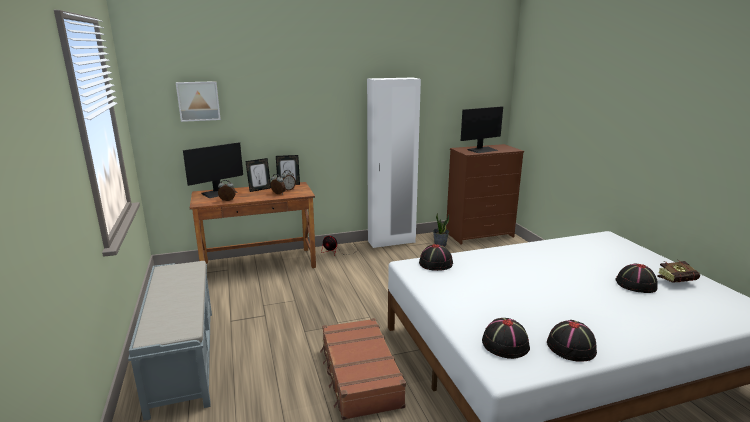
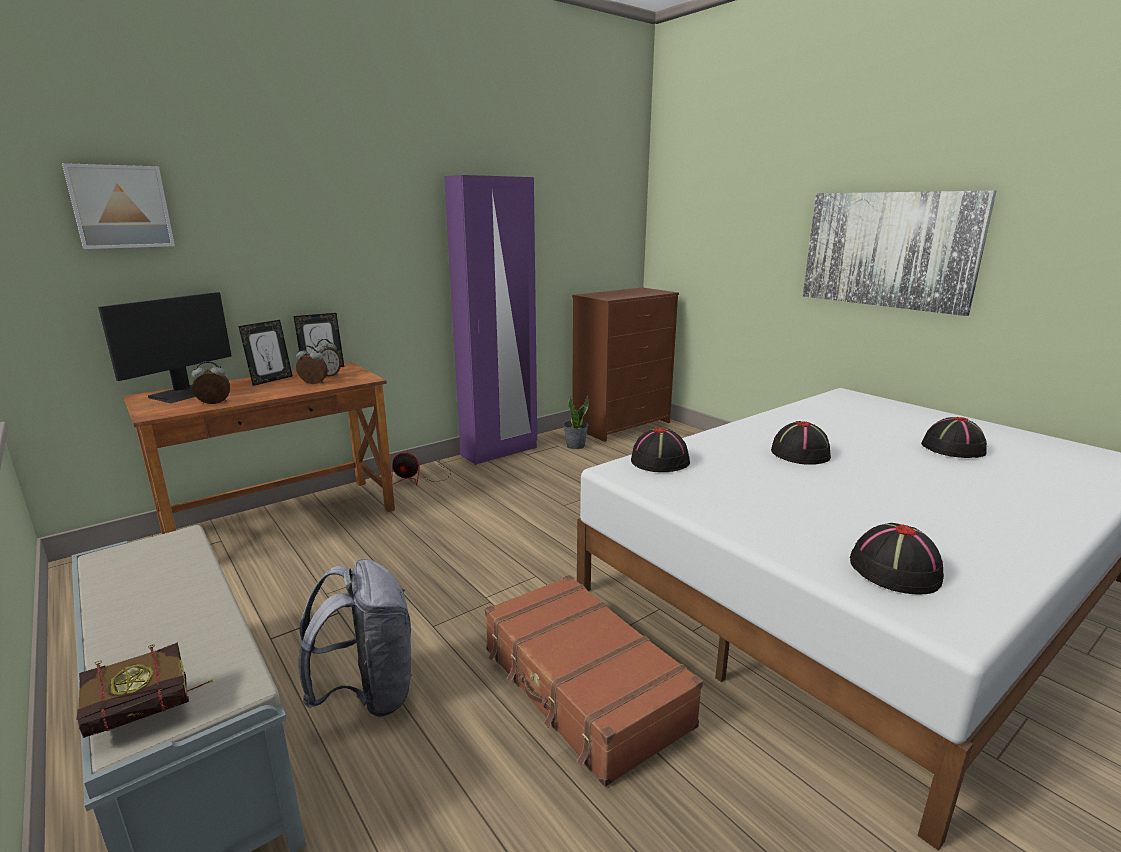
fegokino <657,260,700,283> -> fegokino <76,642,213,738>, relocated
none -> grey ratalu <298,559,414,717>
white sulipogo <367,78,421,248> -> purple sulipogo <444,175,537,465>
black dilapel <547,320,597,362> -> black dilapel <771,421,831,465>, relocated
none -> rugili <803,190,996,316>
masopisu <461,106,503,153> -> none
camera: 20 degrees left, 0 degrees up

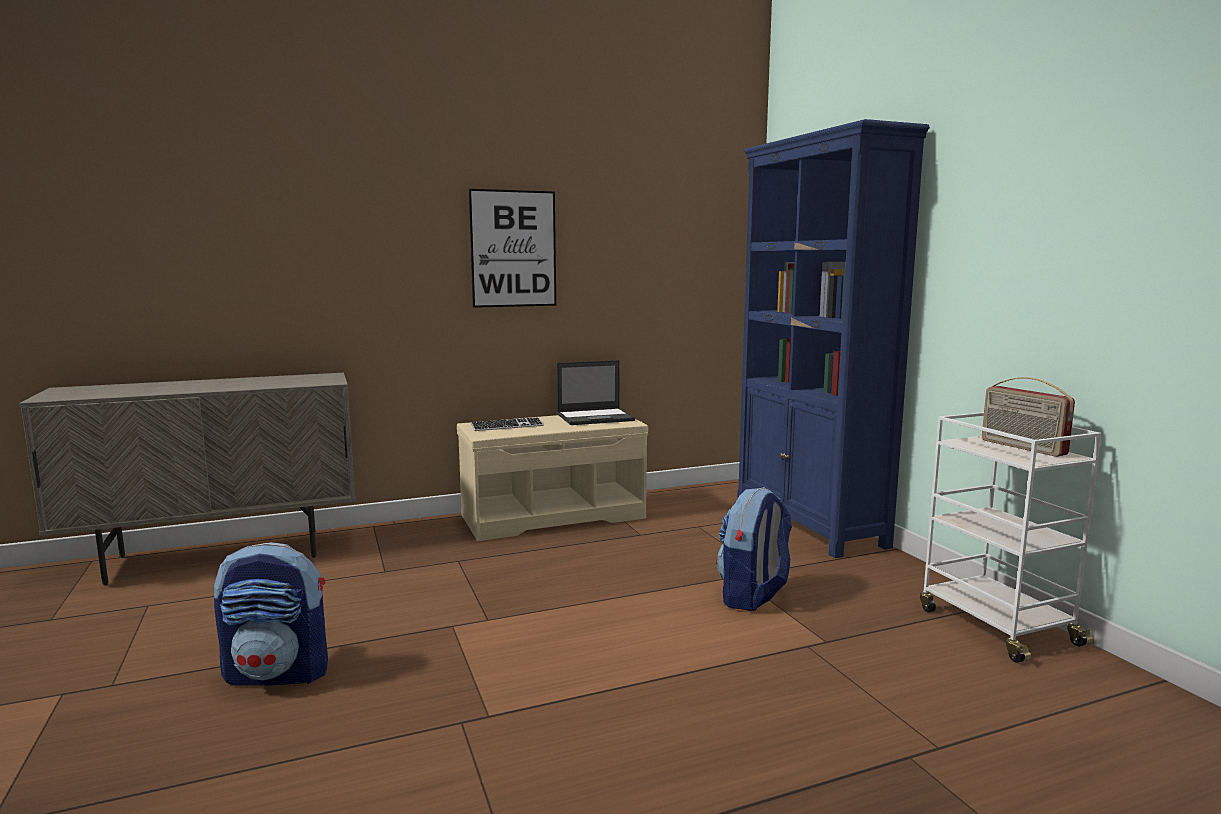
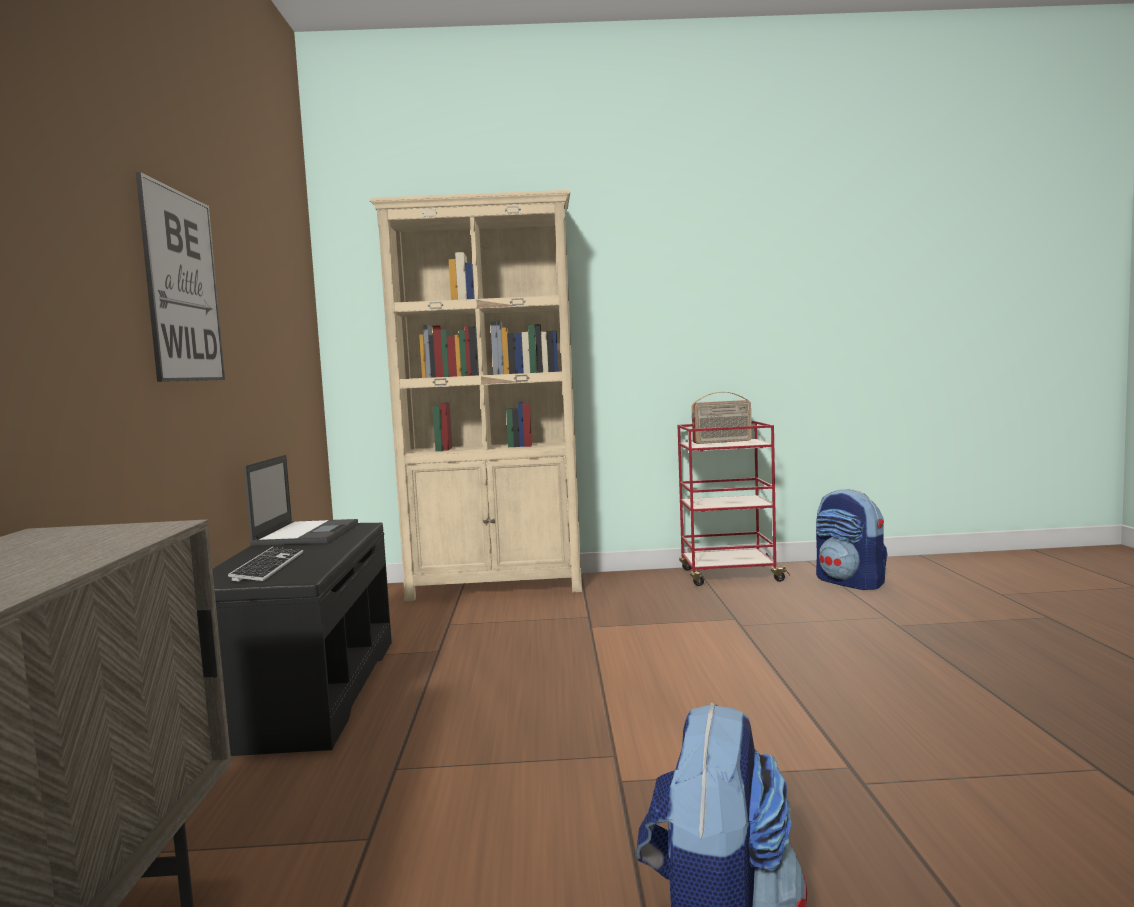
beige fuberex <457,415,648,541> -> black fuberex <212,523,392,756>
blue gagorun <737,119,930,558> -> beige gagorun <370,190,582,601>
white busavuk <920,412,1102,663> -> red busavuk <678,421,790,586>
ratalu <717,487,792,611> -> ratalu <816,489,888,590>, relocated
camera: 70 degrees left, 5 degrees down

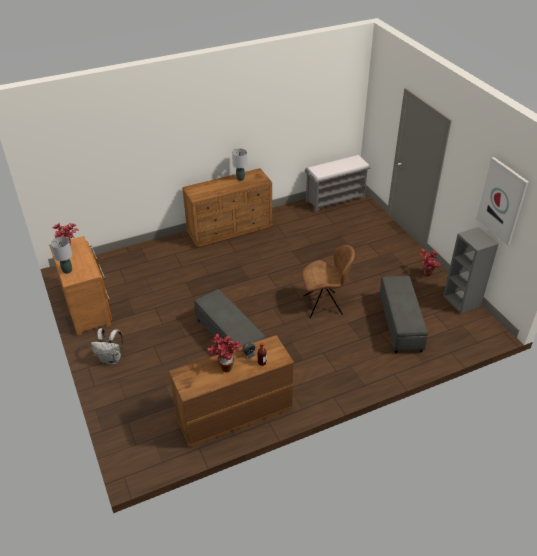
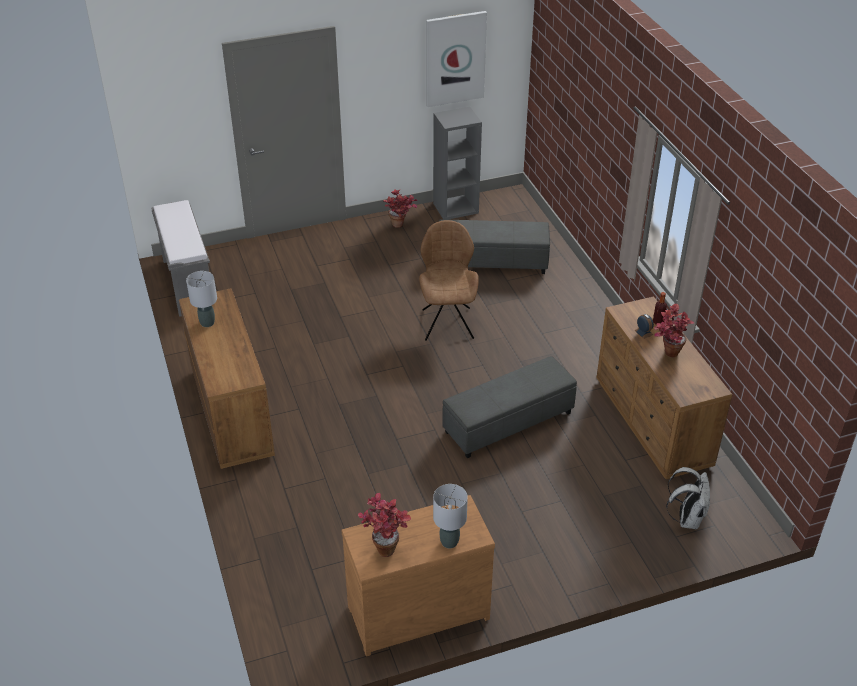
white ratalu <91,328,123,364> -> white ratalu <666,467,710,529>, relocated
camera: 85 degrees left, 0 degrees up

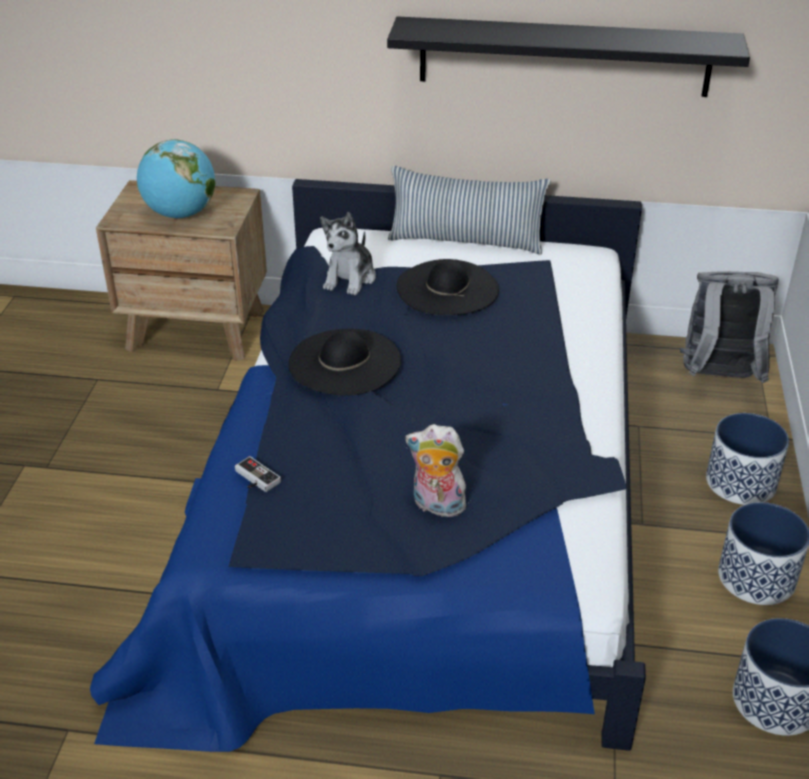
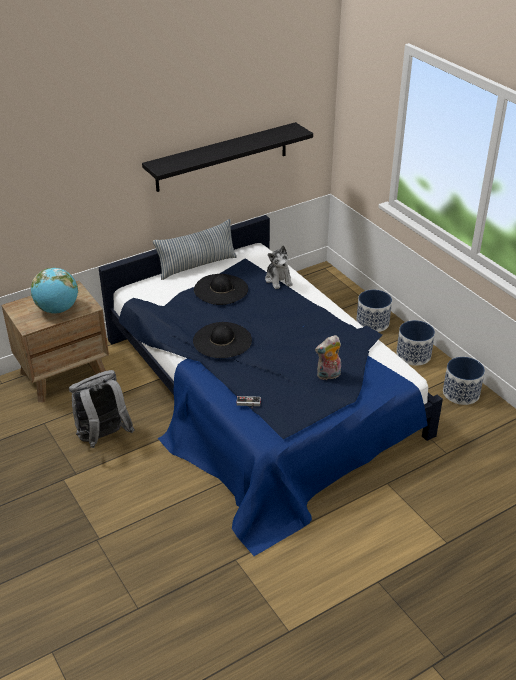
grey ratalu <680,271,779,383> -> grey ratalu <69,370,135,448>, relocated
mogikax <320,212,376,295> -> mogikax <265,246,293,289>, relocated
camera: 40 degrees left, 0 degrees up

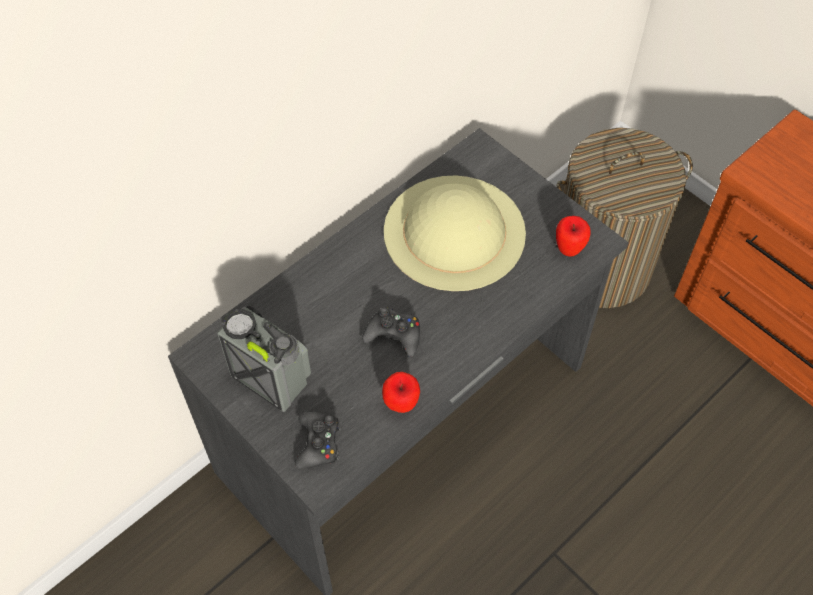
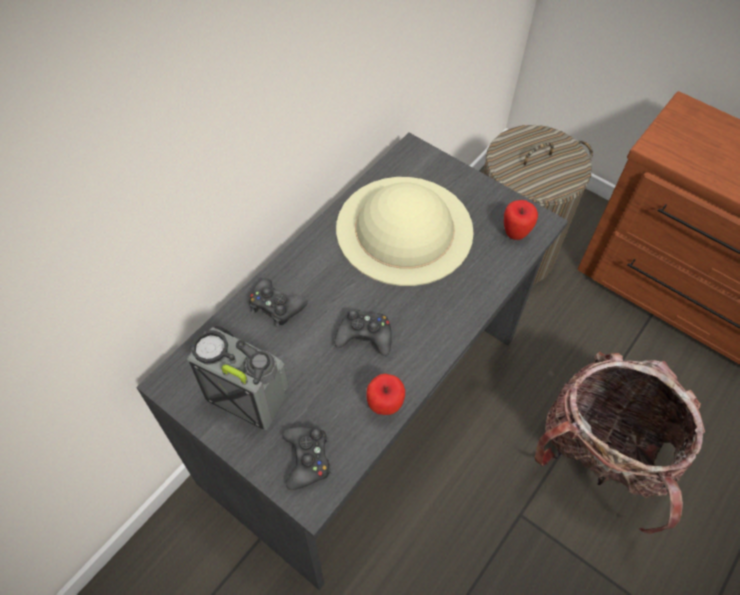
none -> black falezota <249,278,308,327>
none -> ratalu <535,351,705,534>
camera: 10 degrees left, 0 degrees up

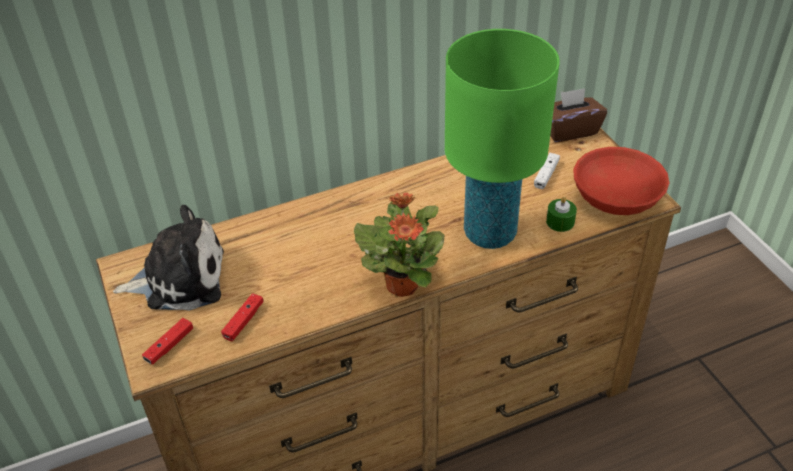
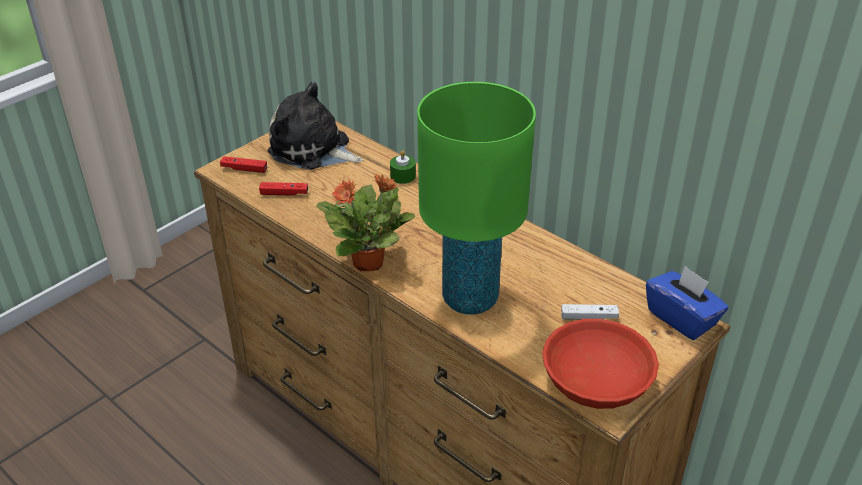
mogikax <113,205,224,311> -> mogikax <268,82,363,170>, 150 degrees clockwise
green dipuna <546,197,577,232> -> green dipuna <390,150,416,184>, relocated
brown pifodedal <550,88,607,142> -> blue pifodedal <646,266,728,340>
camera: 65 degrees right, 5 degrees down

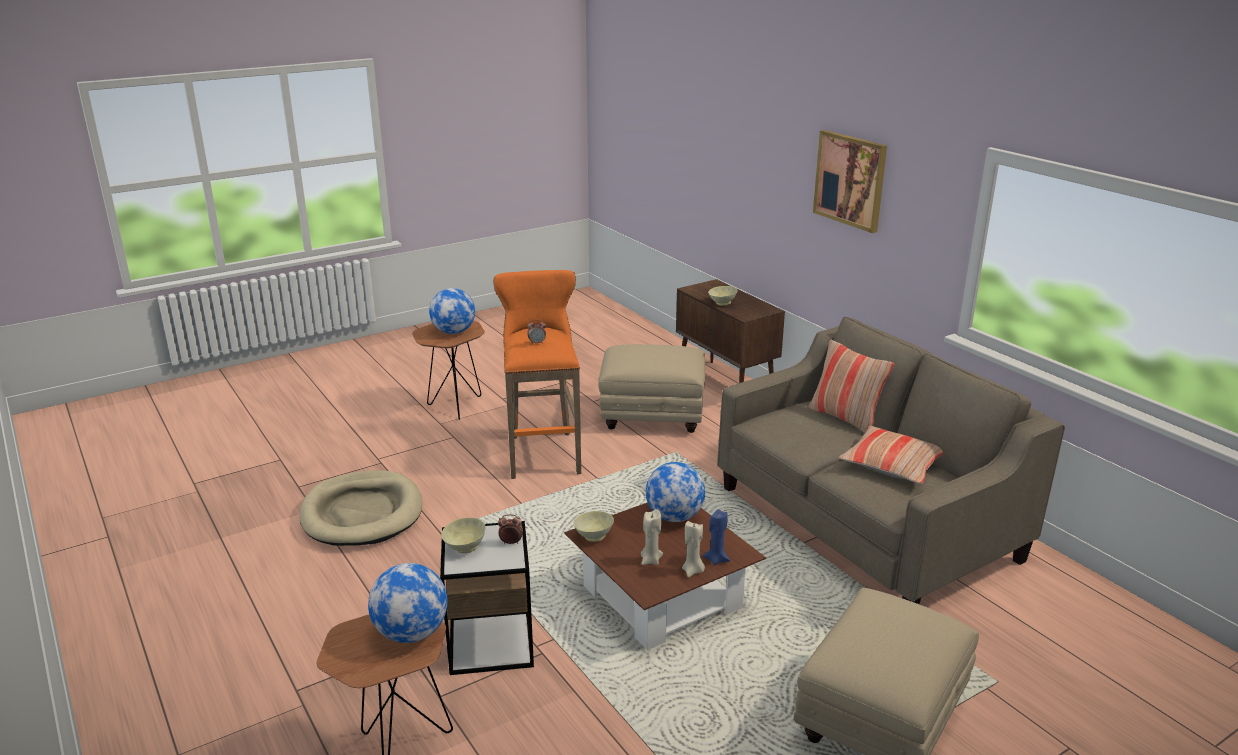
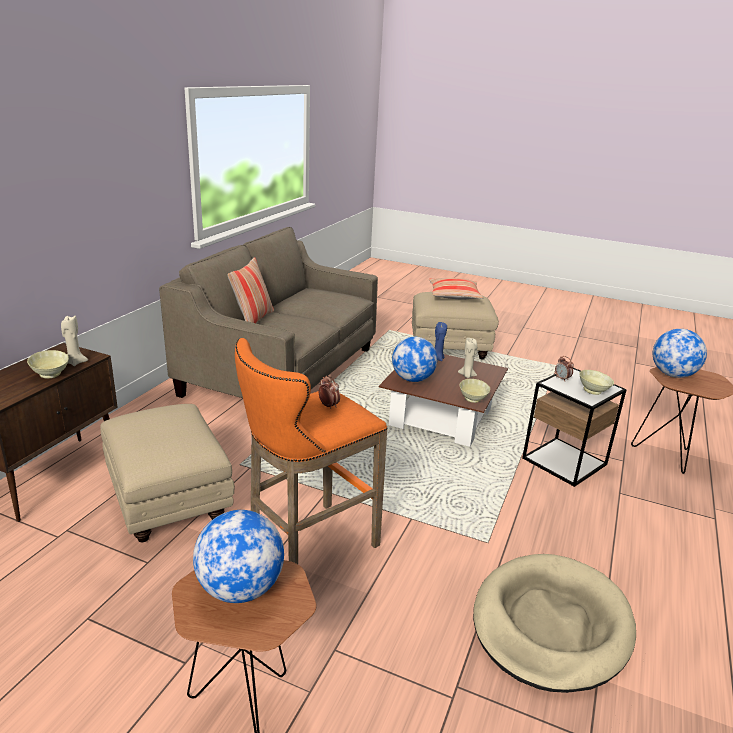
beige dipuna <682,521,705,578> -> beige dipuna <61,316,88,366>, relocated
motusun <838,426,943,484> -> motusun <429,278,483,299>, relocated
rugili <813,130,887,233> -> none
camera: 125 degrees left, 0 degrees up

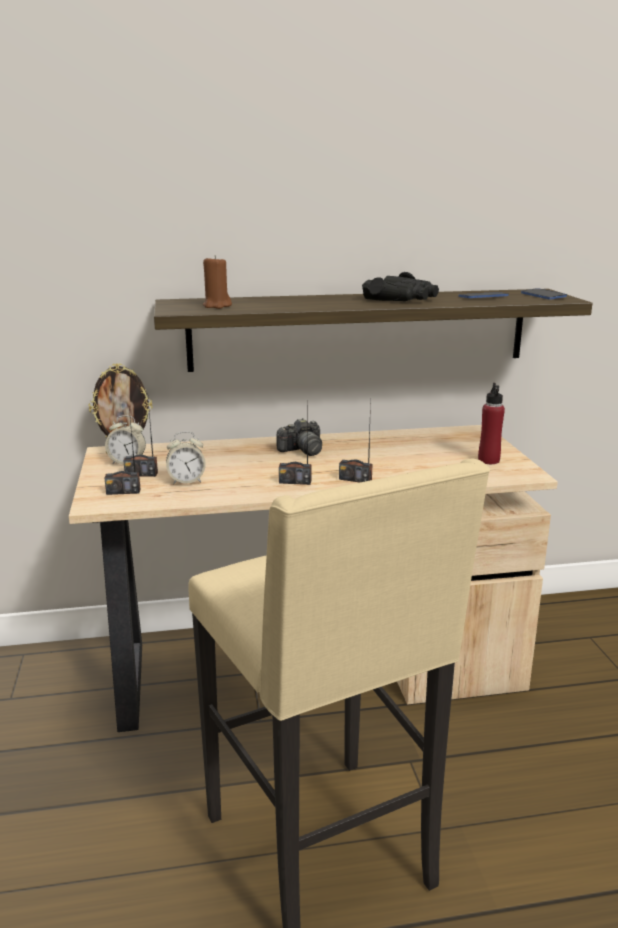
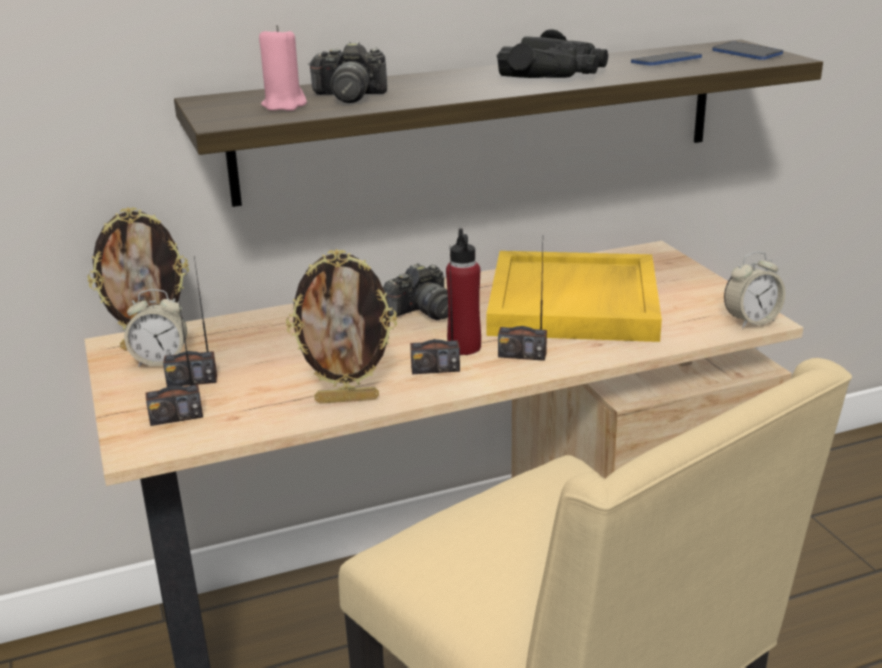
brown dipuna <203,255,232,309> -> pink dipuna <259,25,307,111>
none -> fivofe <286,249,397,404>
none -> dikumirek <308,41,387,103>
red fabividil <478,383,505,464> -> red fabividil <446,228,481,355>, relocated
none -> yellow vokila <486,251,662,342>
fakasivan <166,431,206,485> -> fakasivan <724,252,786,328>, relocated
camera: 10 degrees left, 5 degrees up

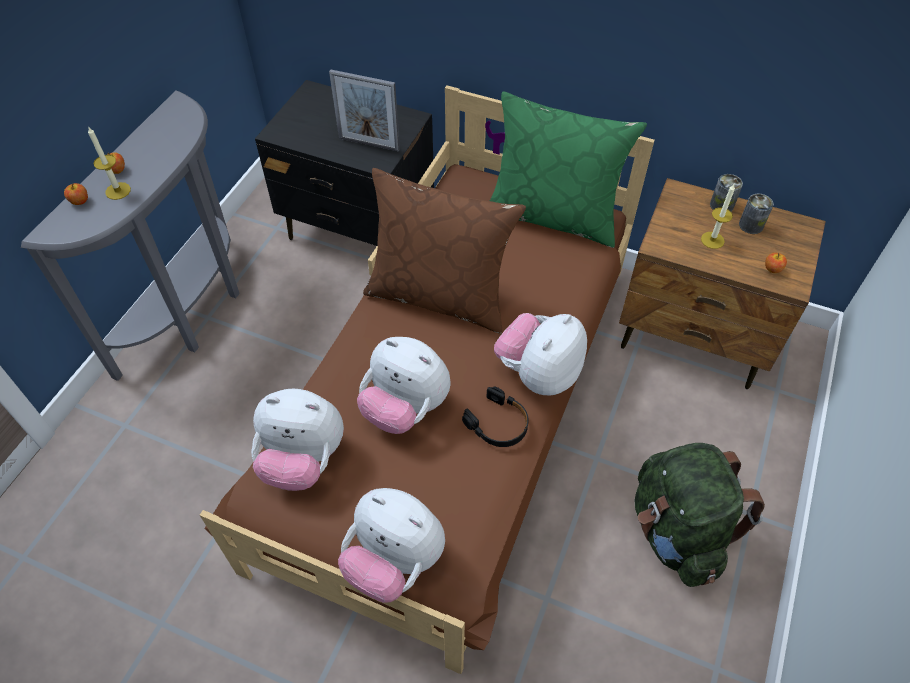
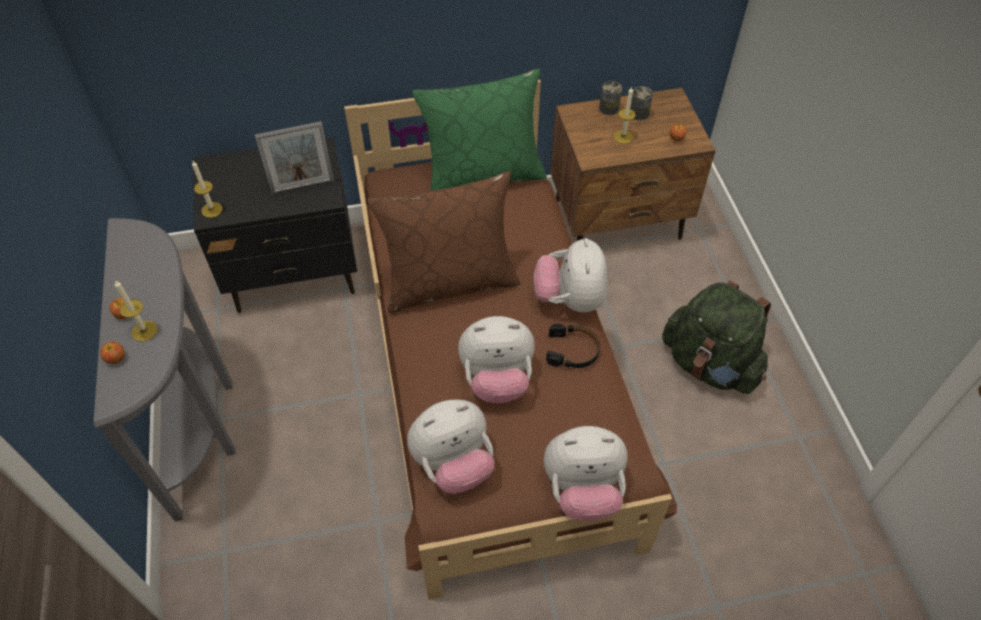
none -> dipuna <192,161,223,218>
camera: 35 degrees left, 0 degrees up

